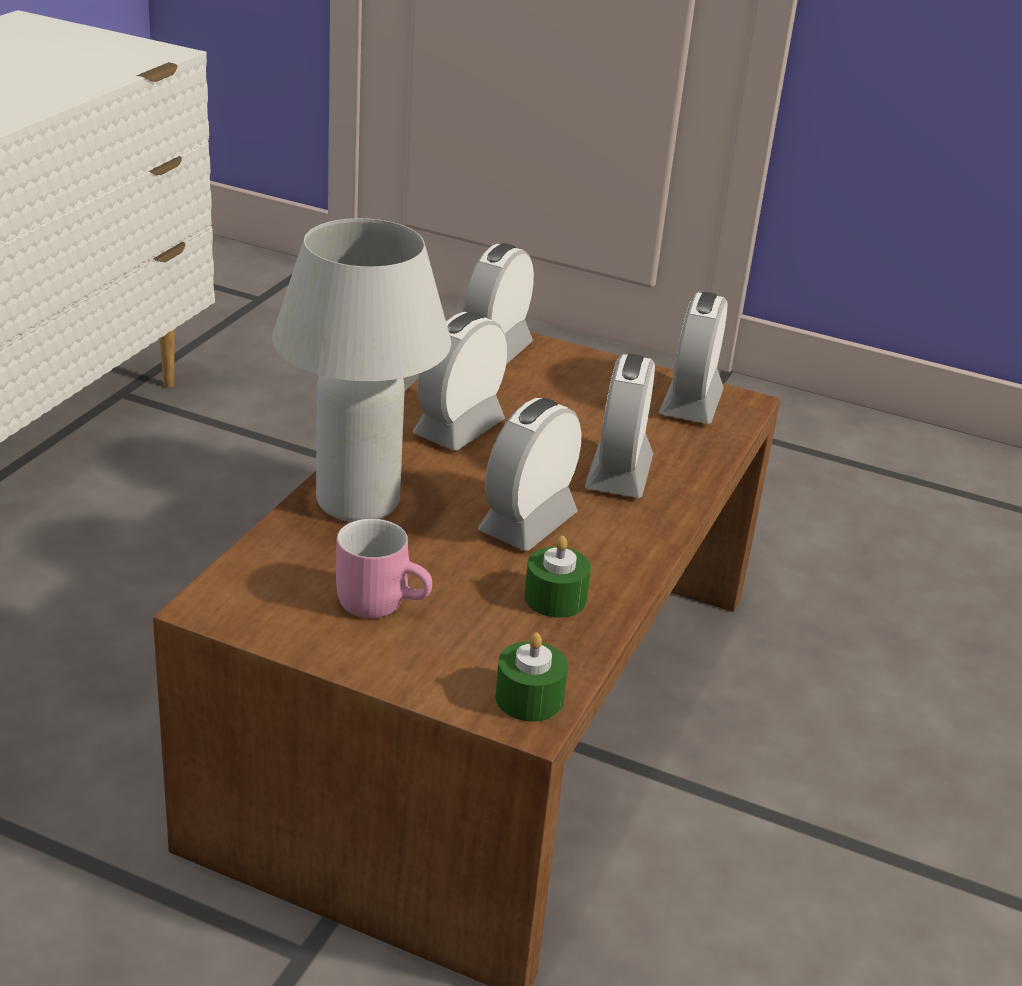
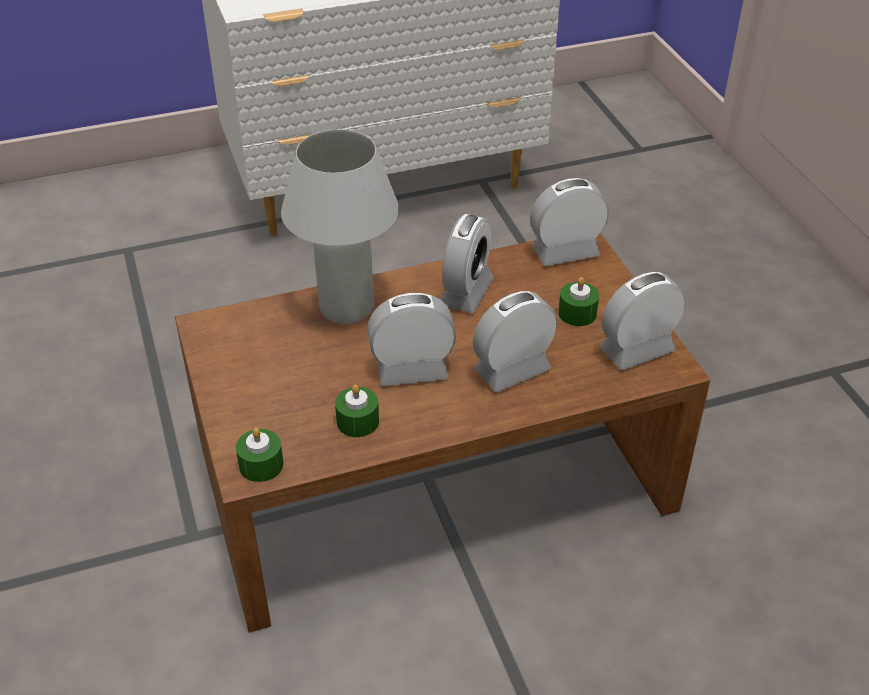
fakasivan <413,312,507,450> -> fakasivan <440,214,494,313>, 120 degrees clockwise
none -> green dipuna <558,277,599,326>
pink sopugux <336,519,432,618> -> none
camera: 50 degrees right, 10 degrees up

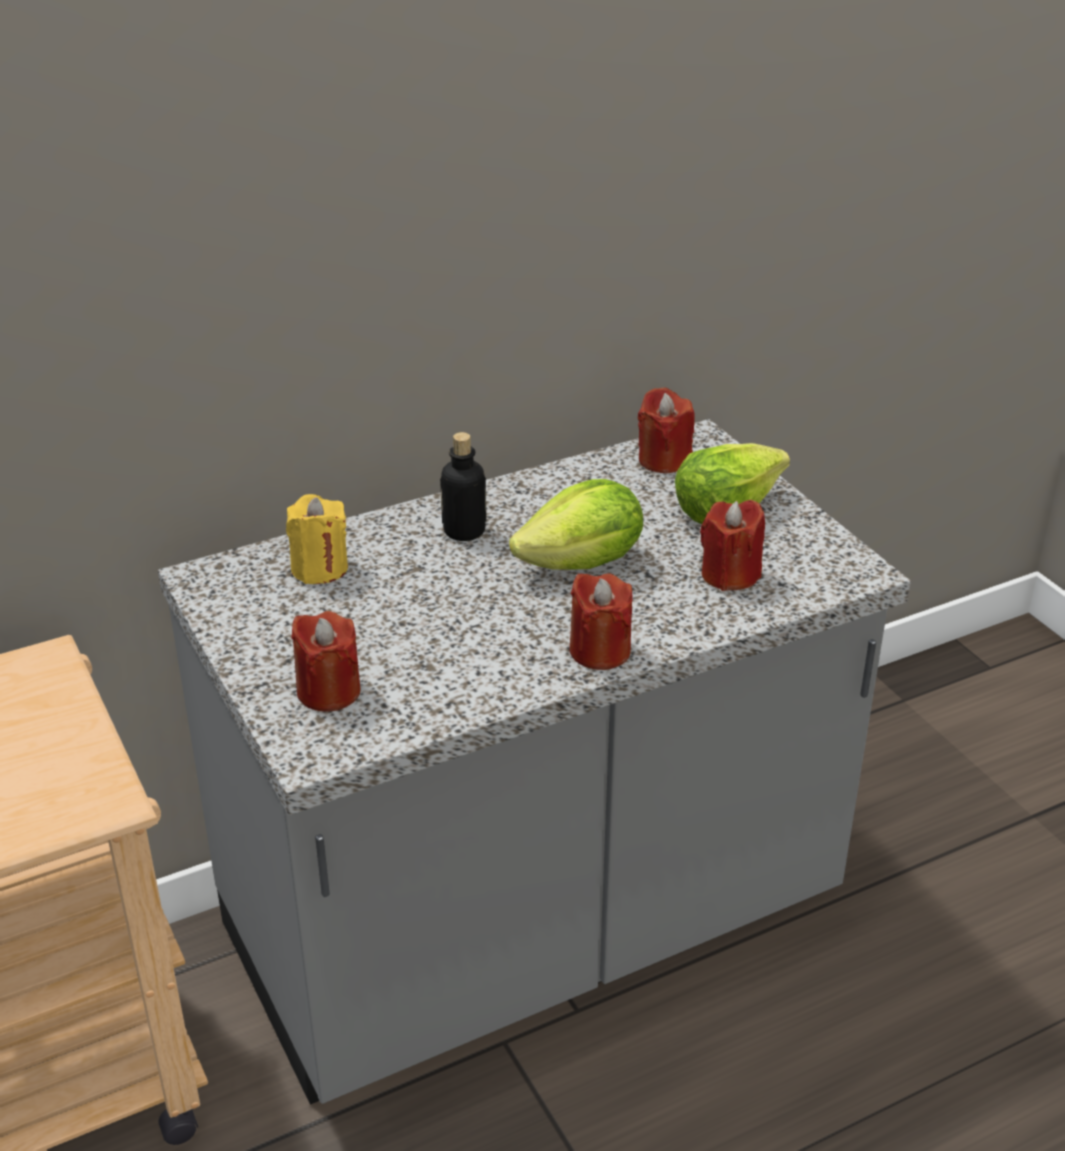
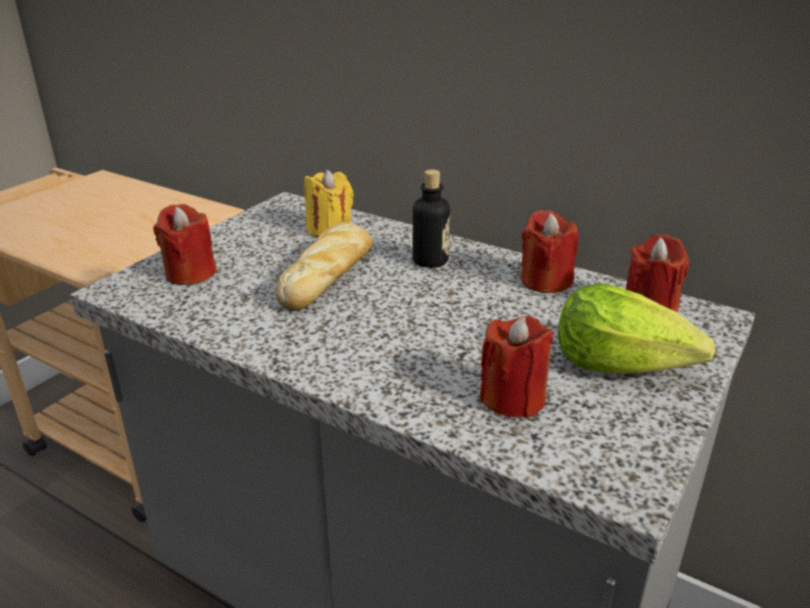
none -> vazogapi <275,223,373,311>
red dipuna <569,573,633,670> -> red dipuna <521,210,579,293>, relocated
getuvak <509,479,643,570> -> none
camera: 60 degrees right, 5 degrees down

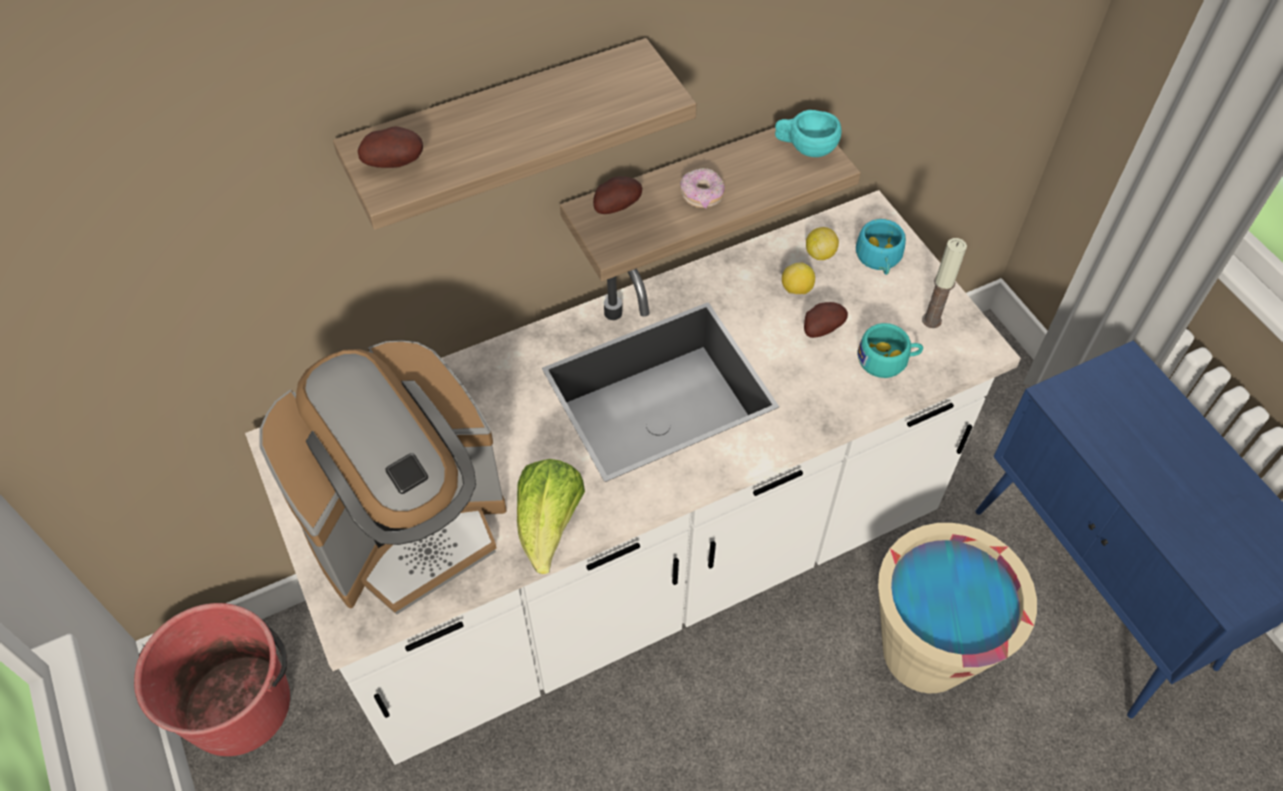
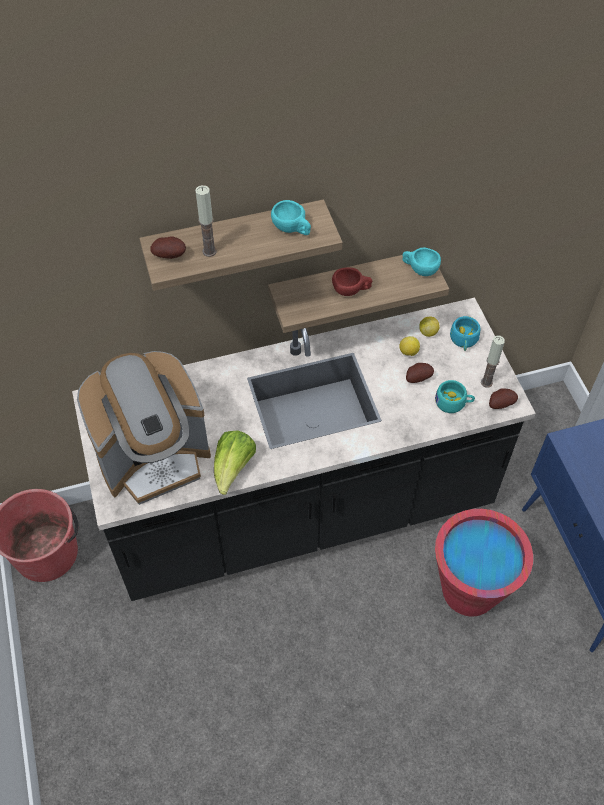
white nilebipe <245,190,1021,765> -> black nilebipe <72,298,536,601>
none -> dipuna <195,185,217,257>
none -> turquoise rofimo <271,200,311,235>
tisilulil <680,168,725,208> -> red rofimo <332,268,372,296>
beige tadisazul <878,523,1037,693> -> red tadisazul <435,509,533,616>
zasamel <593,177,642,214> -> zasamel <489,389,518,409>, relocated
camera: 10 degrees right, 0 degrees up

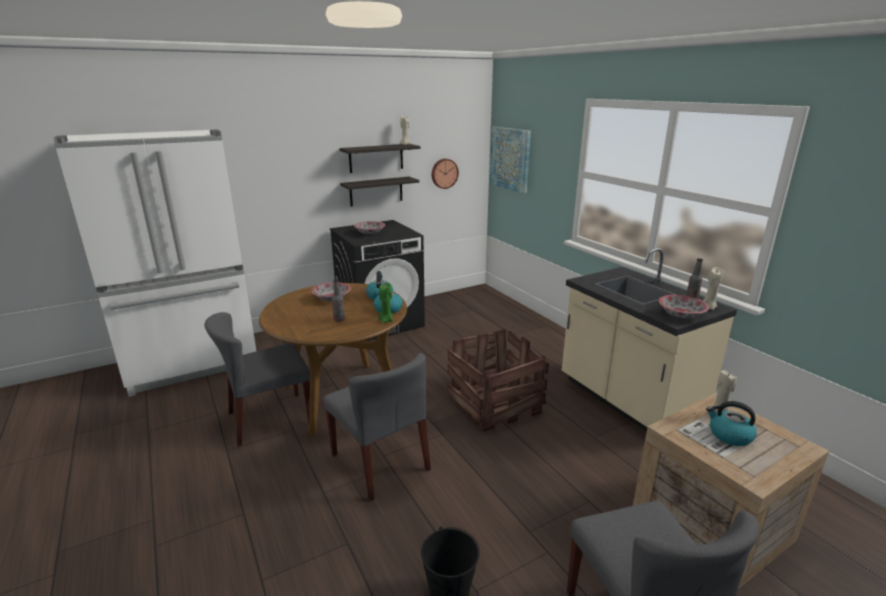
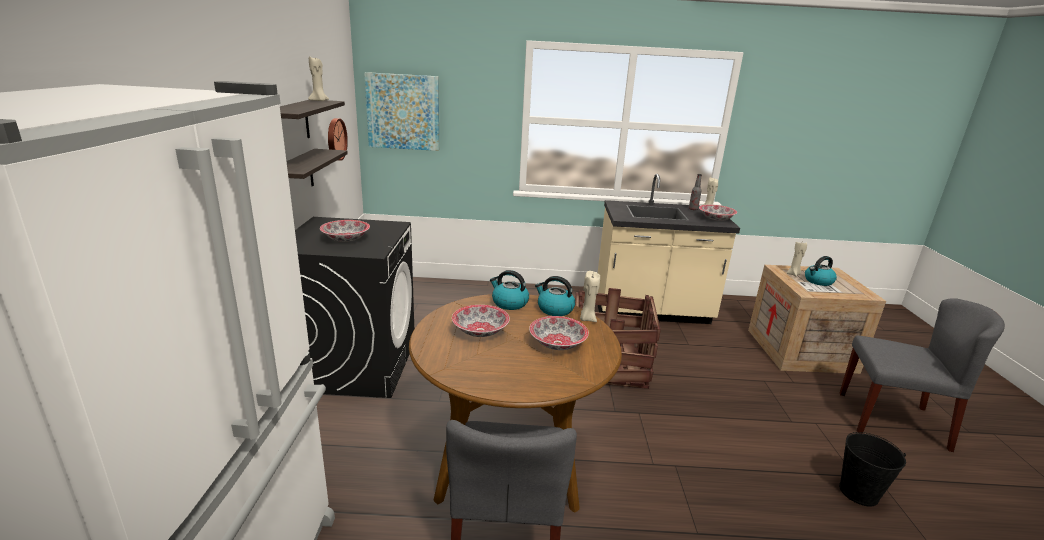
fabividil <332,279,345,322> -> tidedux <529,316,589,350>
green dipuna <378,283,393,323> -> beige dipuna <580,271,600,322>
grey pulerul <323,353,431,501> -> none
camera: 60 degrees left, 0 degrees up

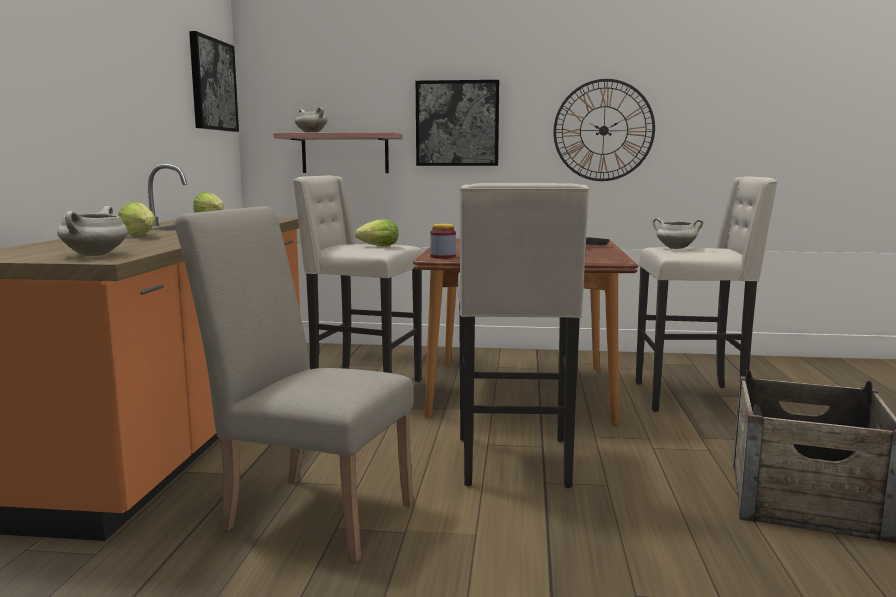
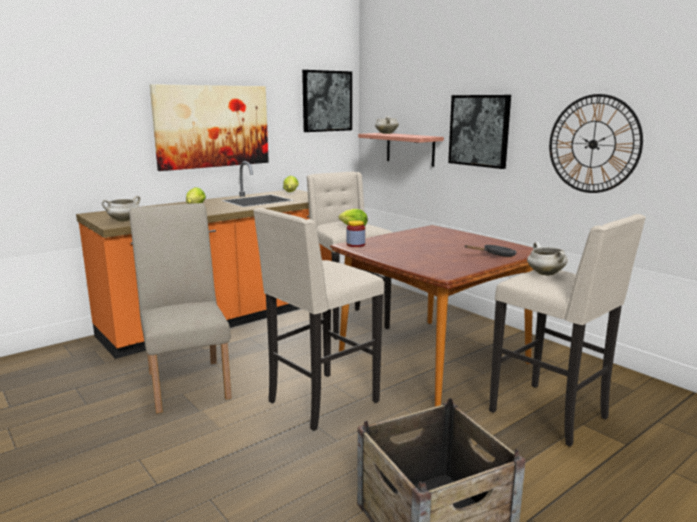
none -> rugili <150,84,269,171>
camera: 45 degrees right, 5 degrees up

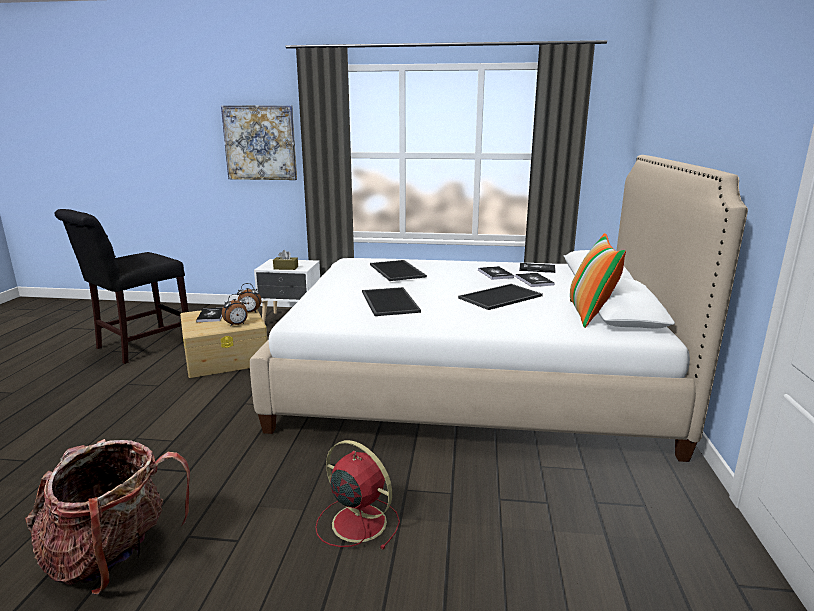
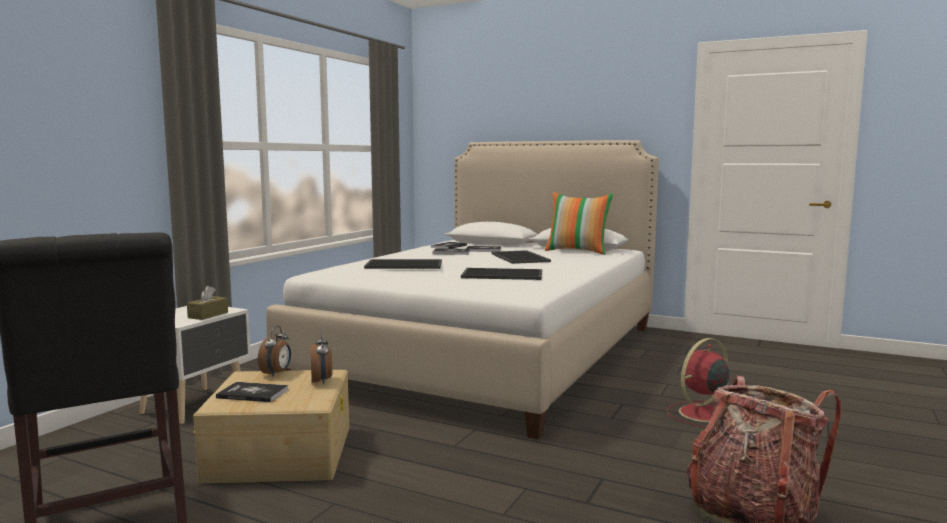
rugili <221,105,297,180> -> none
camera: 70 degrees left, 10 degrees down

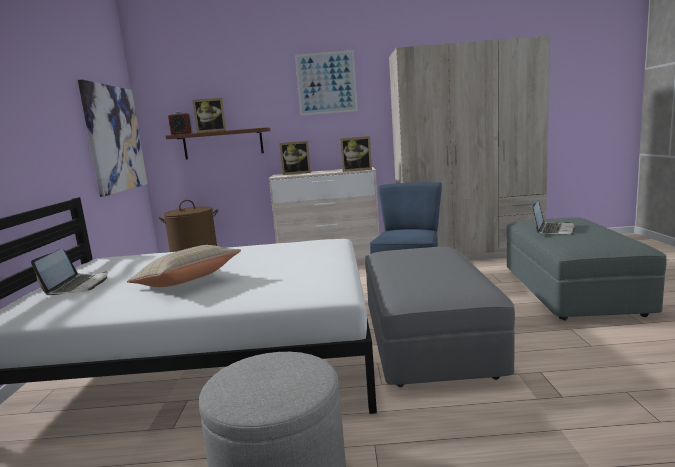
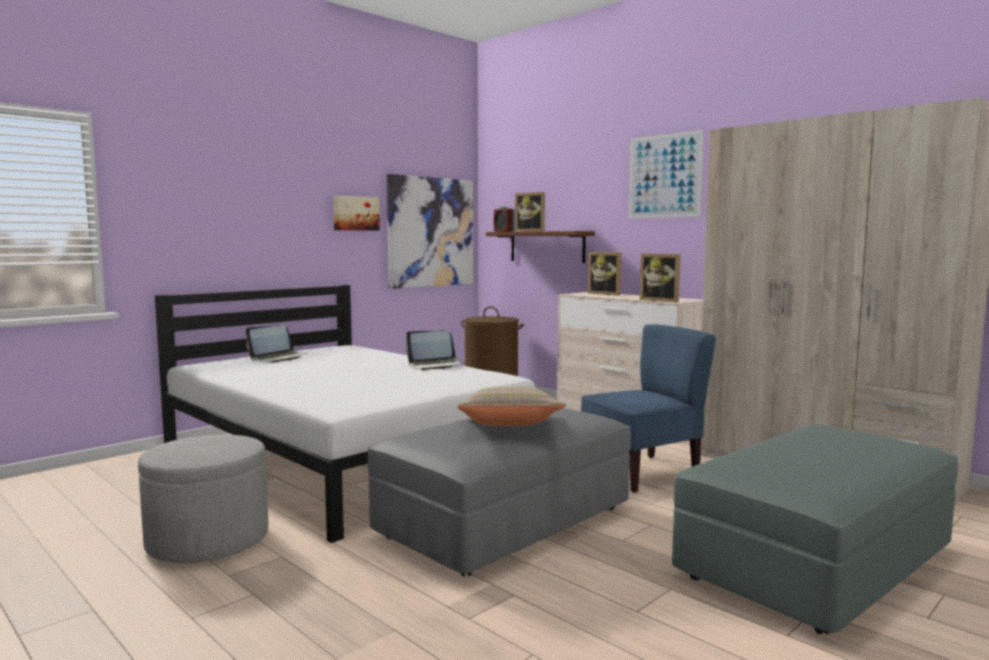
none -> rugili <333,195,380,231>
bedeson <533,201,575,235> -> bedeson <406,330,464,370>, relocated
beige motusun <127,245,241,287> -> beige motusun <458,387,567,426>, relocated
camera: 45 degrees right, 5 degrees down

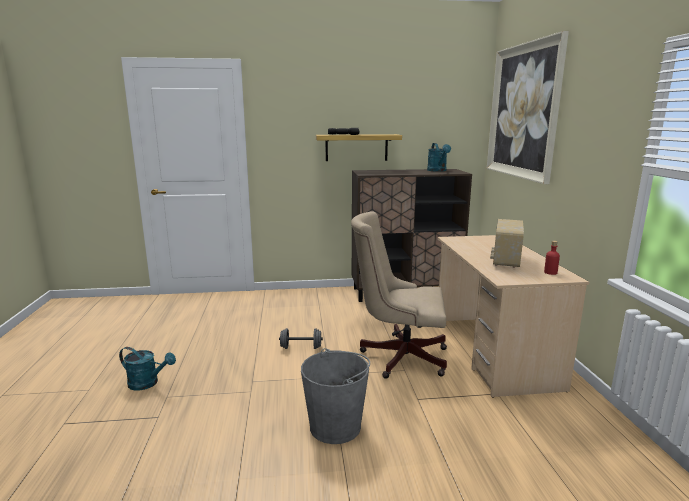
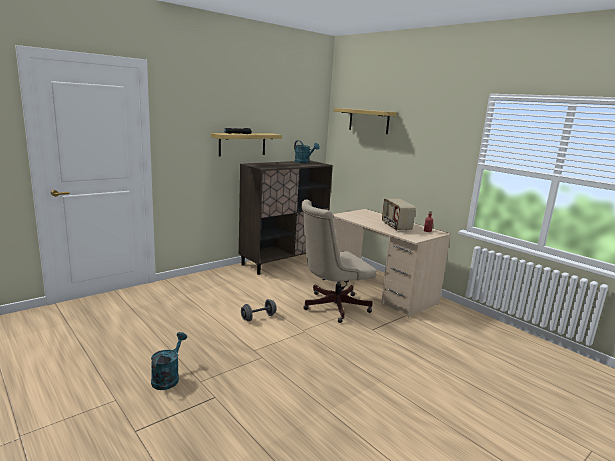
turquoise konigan <119,347,176,391> -> turquoise konigan <151,332,187,390>, 60 degrees counterclockwise
rugili <487,31,569,184> -> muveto <334,108,397,134>
grey tadisazul <301,348,370,444> -> none
camera: 35 degrees left, 0 degrees up

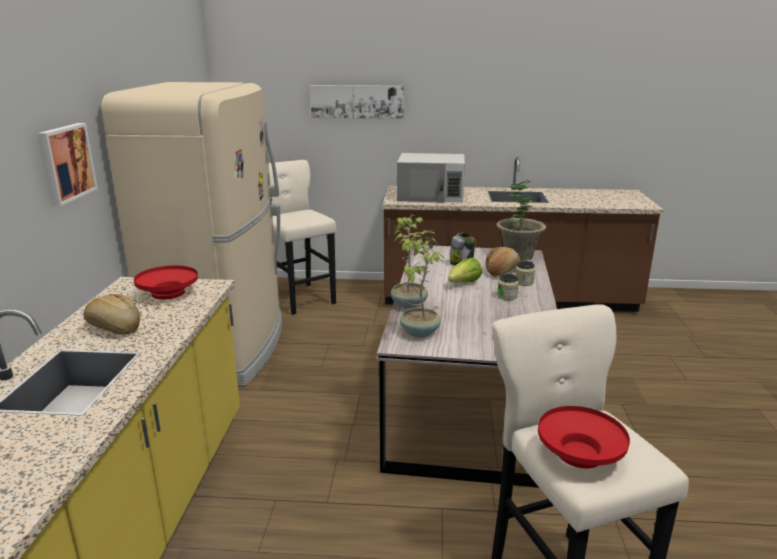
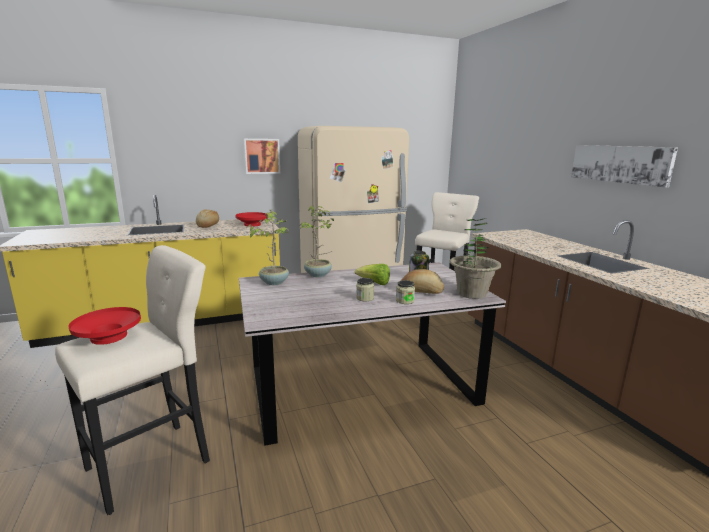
rugili <310,85,404,119> -> rugili <571,145,678,188>, relocated
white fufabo <397,153,465,203> -> none
camera: 65 degrees right, 5 degrees down

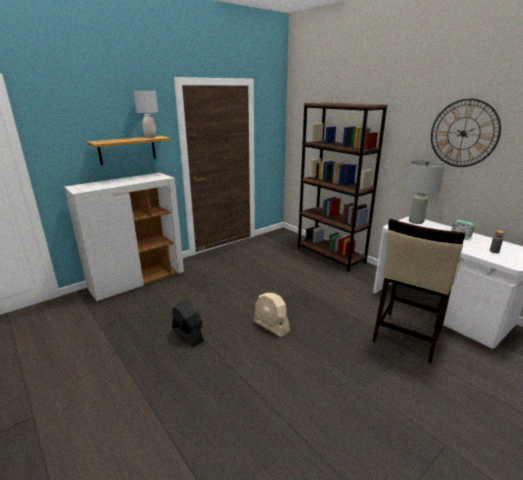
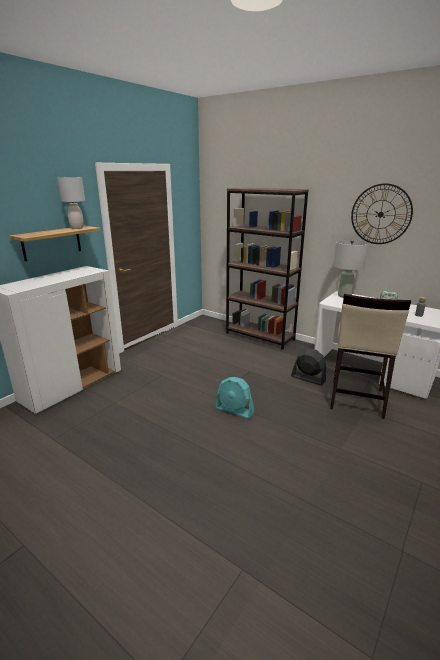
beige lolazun <254,293,290,337> -> turquoise lolazun <216,377,255,419>
black lolazun <172,299,204,348> -> black lolazun <291,348,326,385>, relocated
camera: 15 degrees left, 0 degrees up

